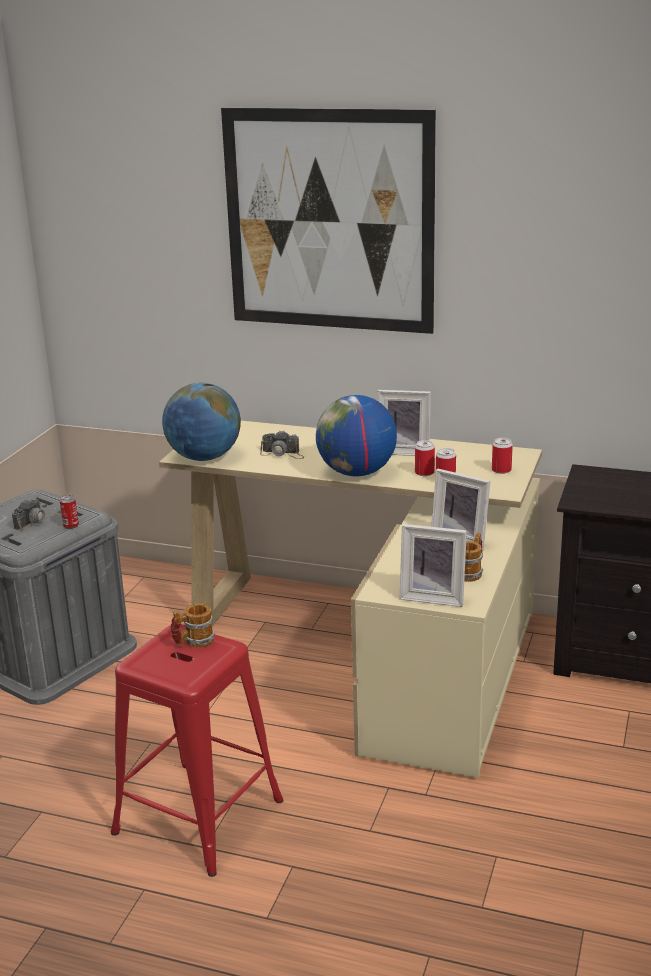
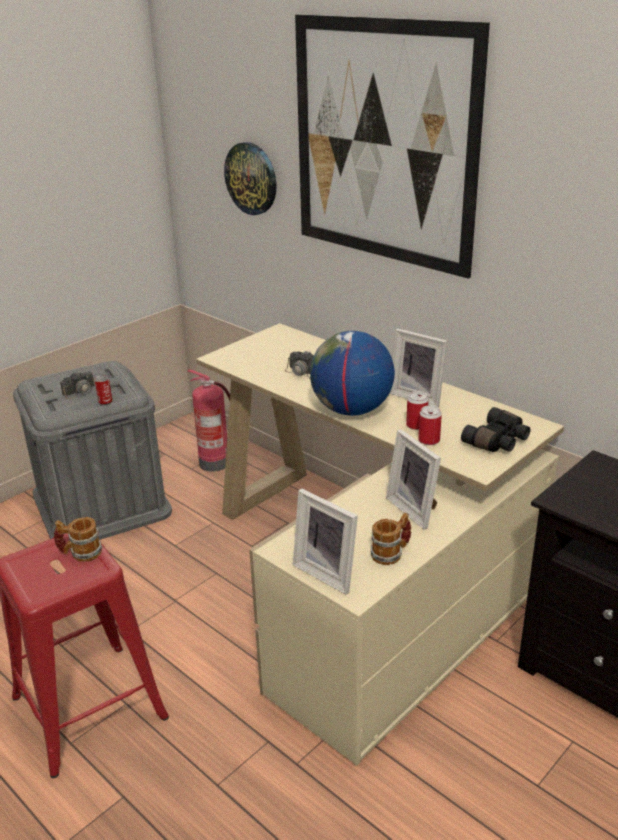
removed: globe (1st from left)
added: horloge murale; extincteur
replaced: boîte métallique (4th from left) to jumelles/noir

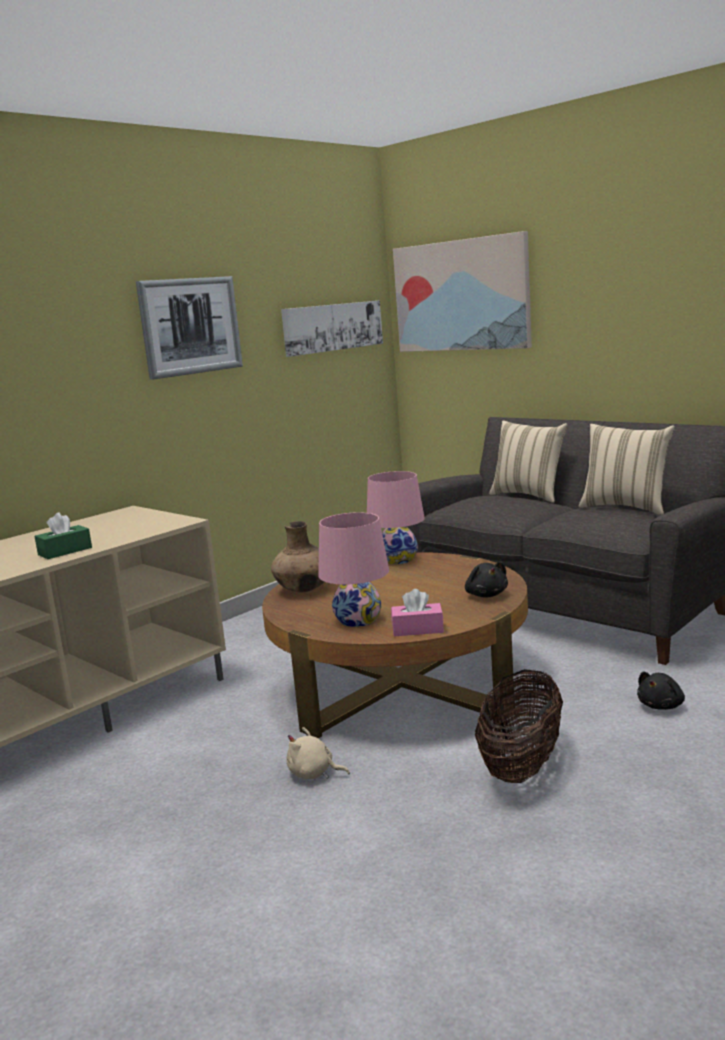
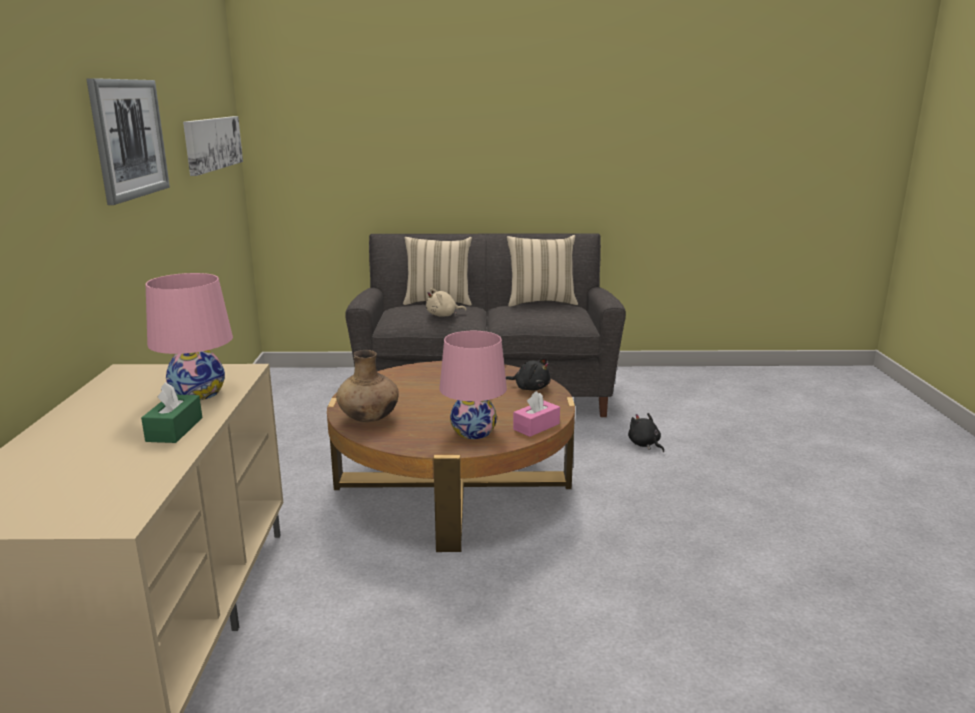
removed: tableau (3rd from left); panier
moved: lampe de table/rose (2nd from left in the first image) to lampe de table/rose (1st from left); peluche/beige
turned: peluche/noir (2nd from left) 150 degrees clockwise

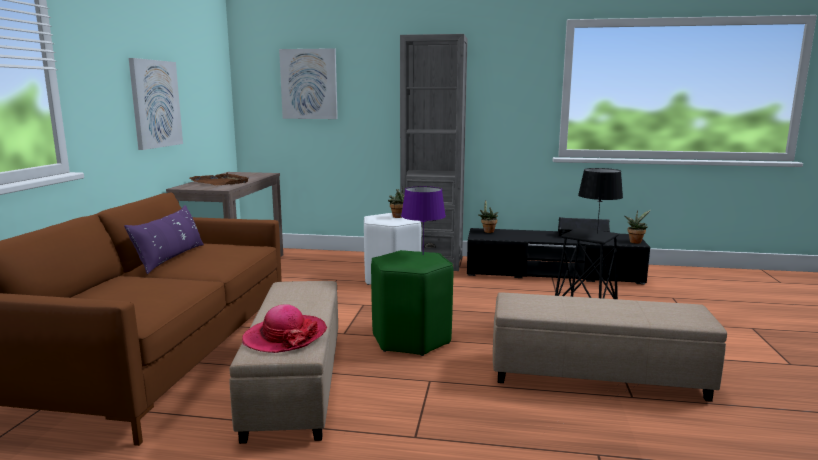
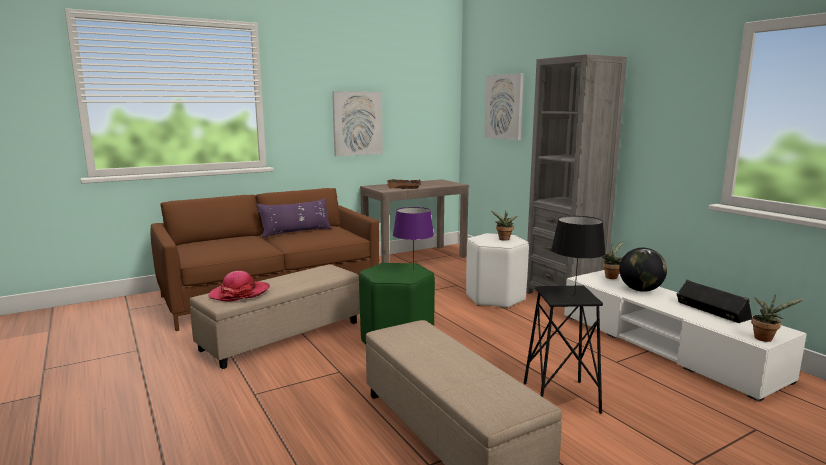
added: globe
recoloured: meuble télé/noir to meuble télé/blanc

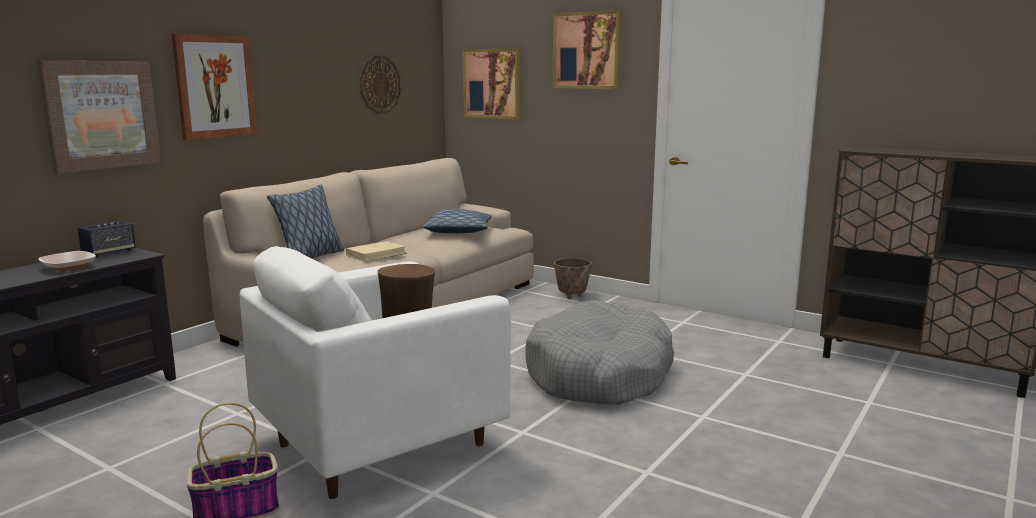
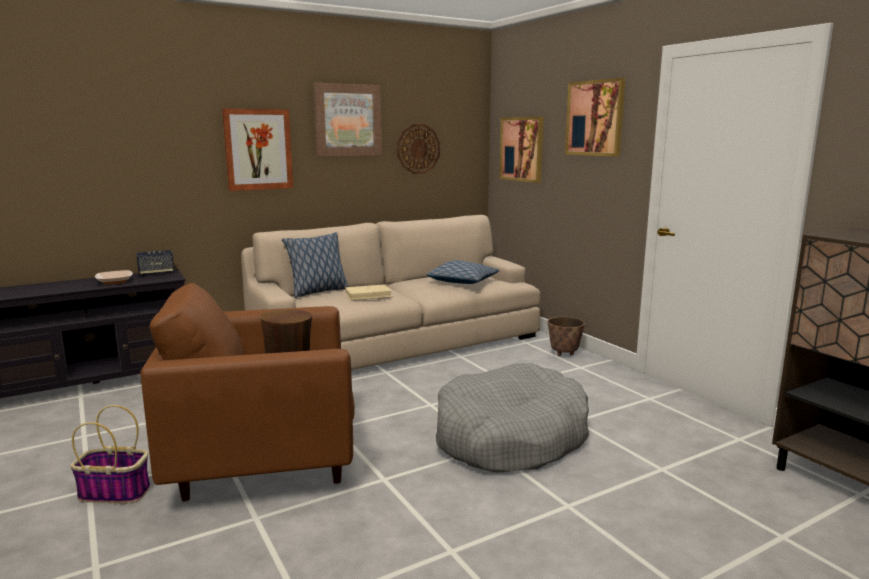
moved: tableau (1st from left in the first image) to tableau (2nd from left)
recoloured: fauteuil/blanc to fauteuil/marron

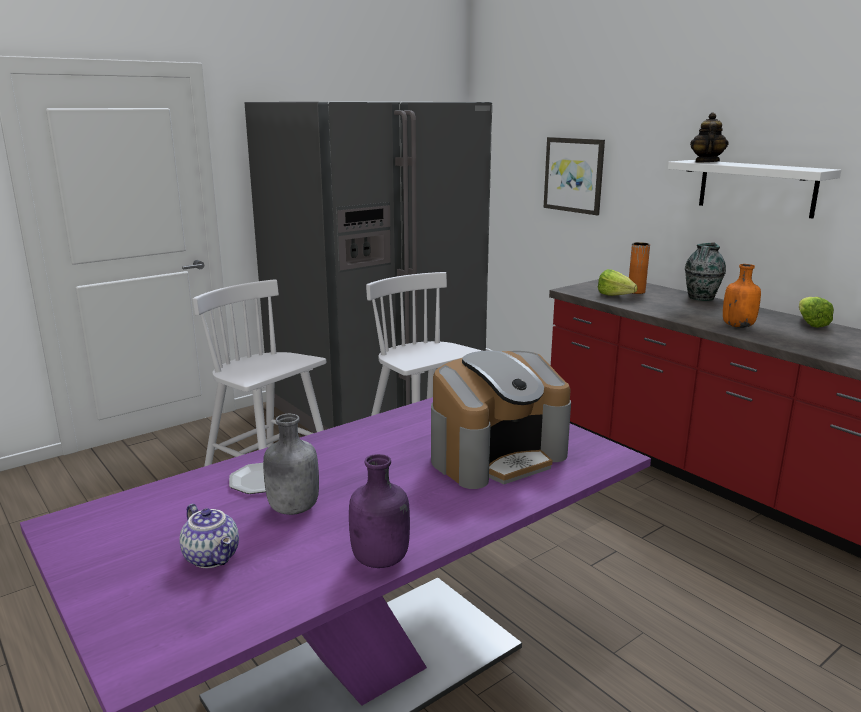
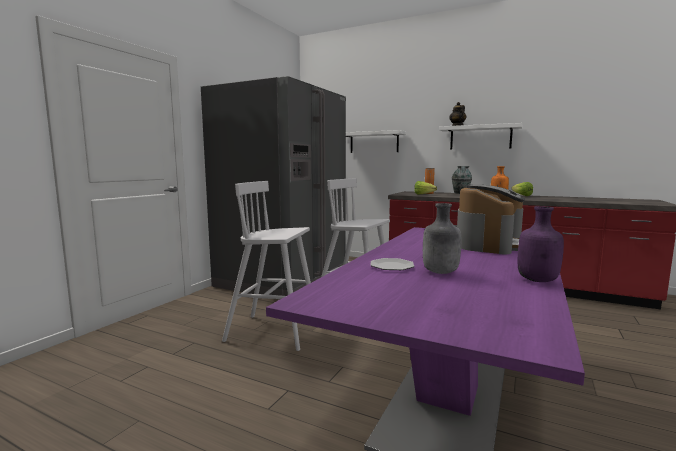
removed: théière (1st from left)
replaced: tableau to étagère/blanc (1st from left)

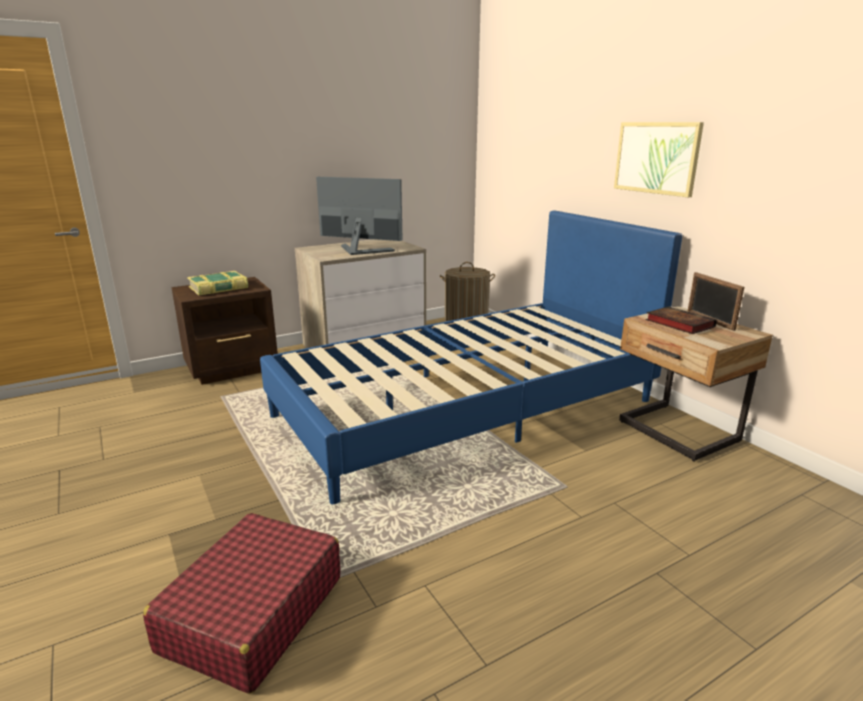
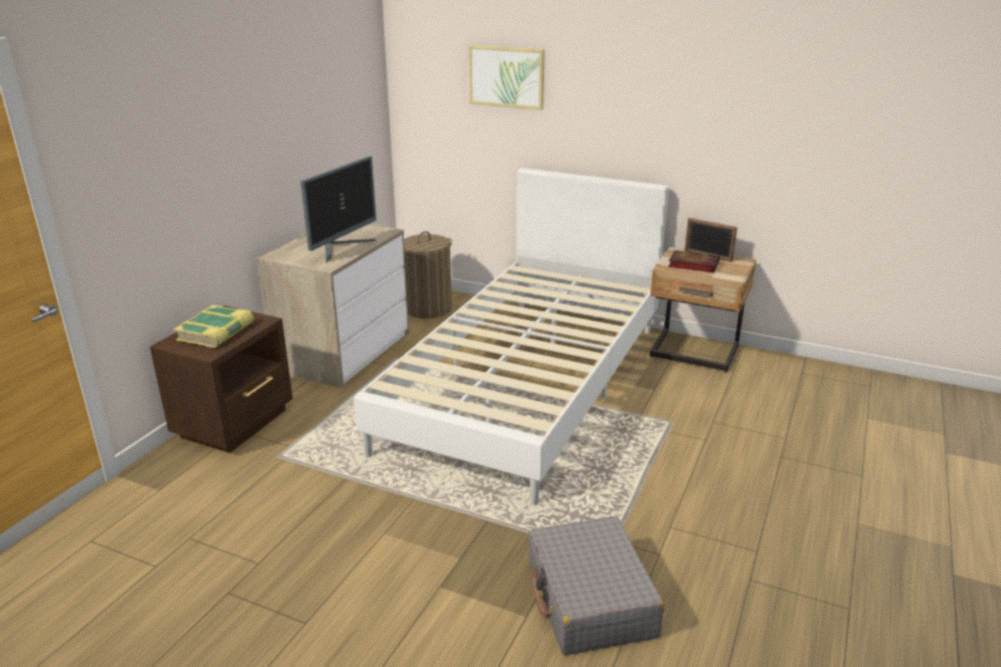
moved: tableau
recoloured: lit/bleu to lit/blanc; valise/rouge to valise/gris
turned: écran d'ordinateur 135 degrees clockwise

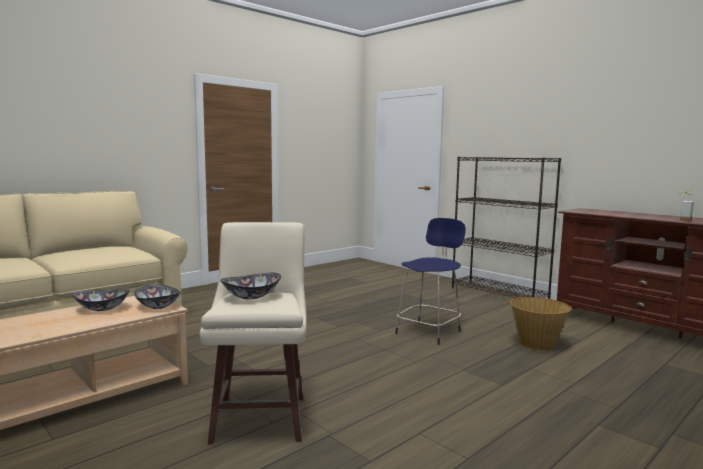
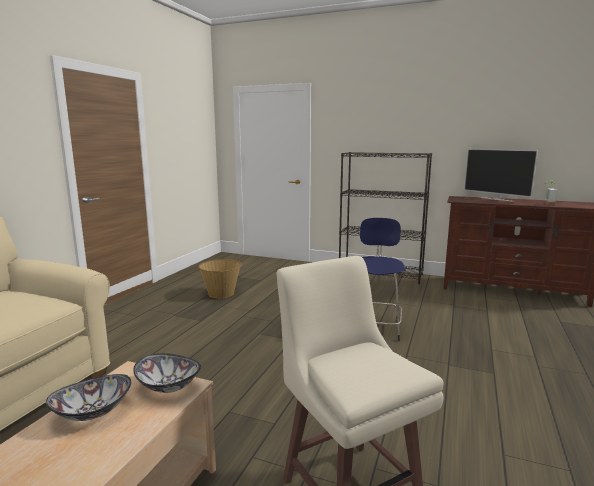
removed: bol (3rd from left)
added: téléviseur
moved: panier

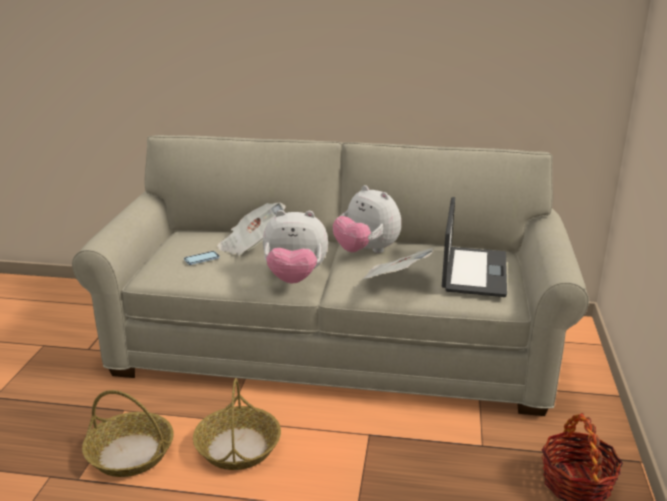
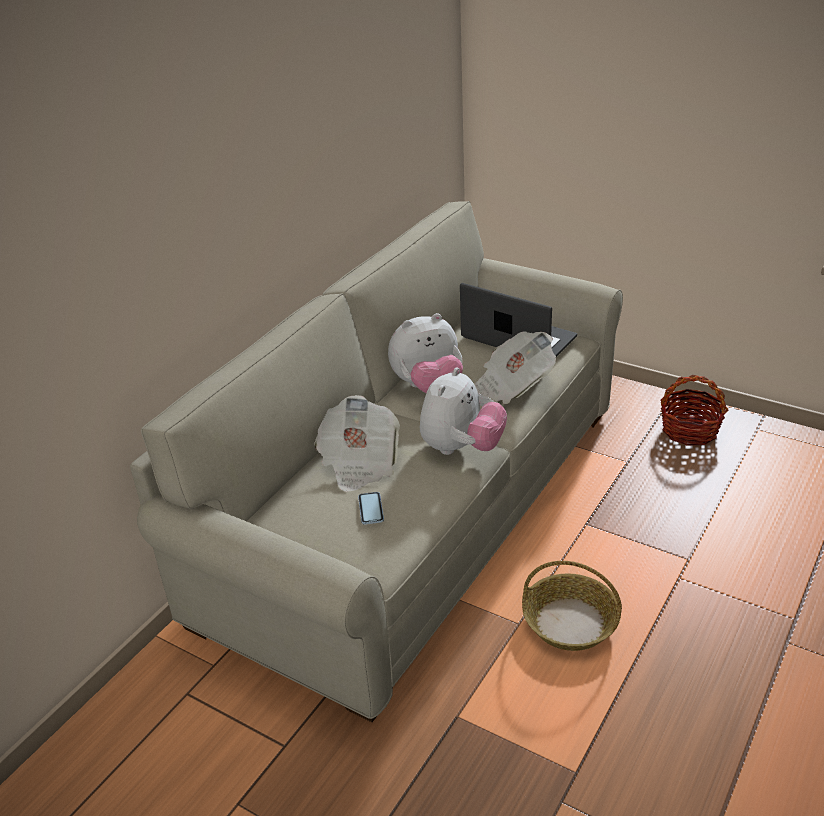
removed: panier (1st from left)

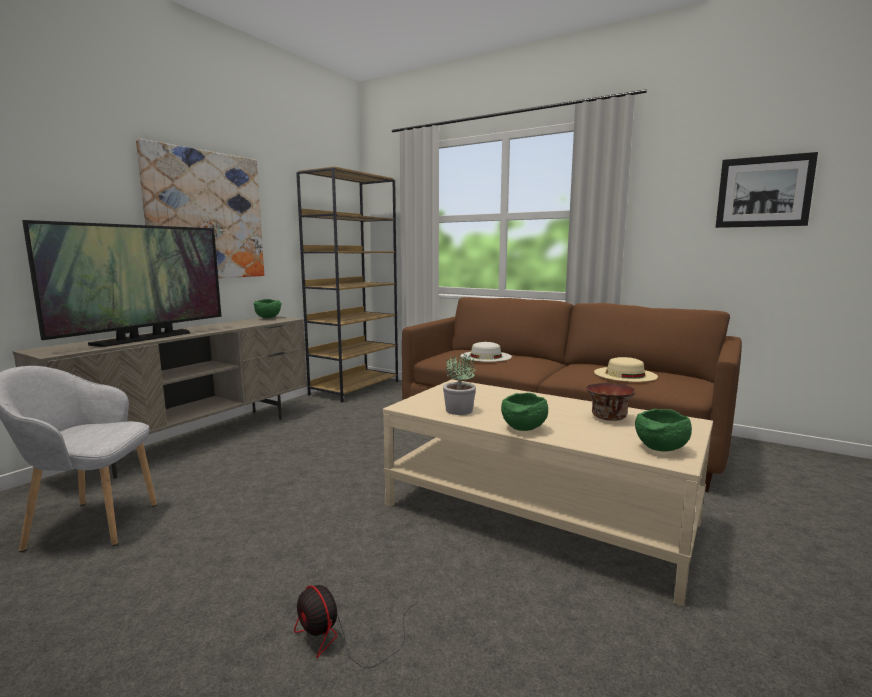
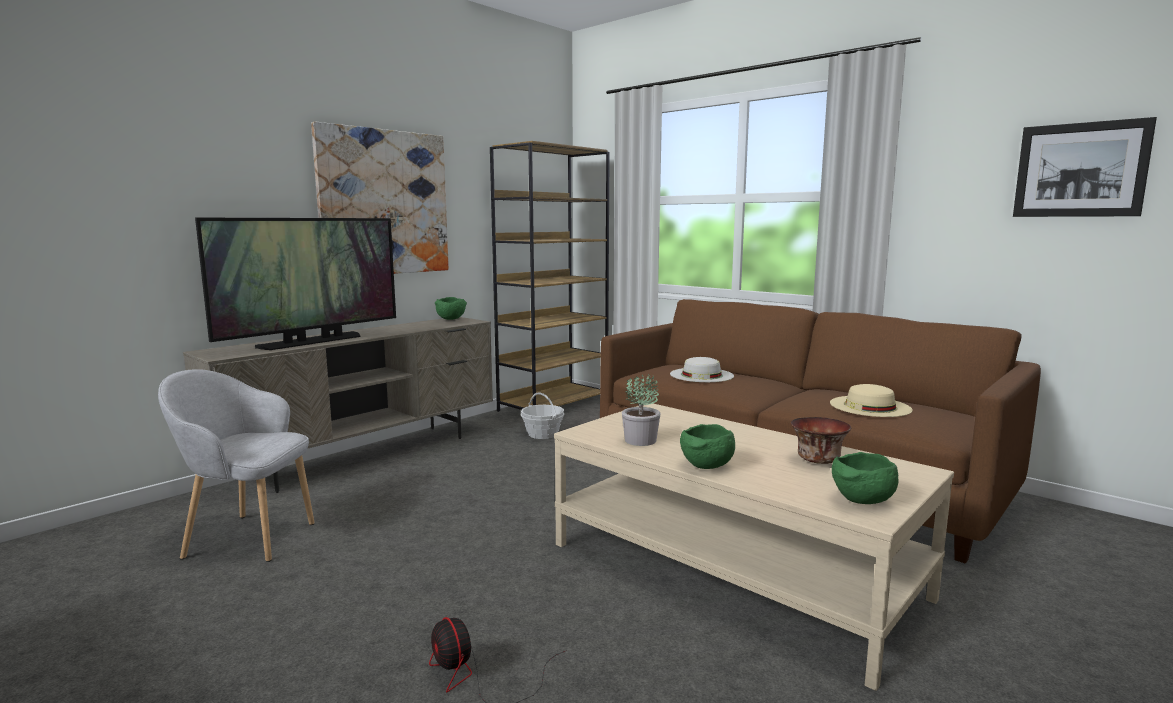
added: panier

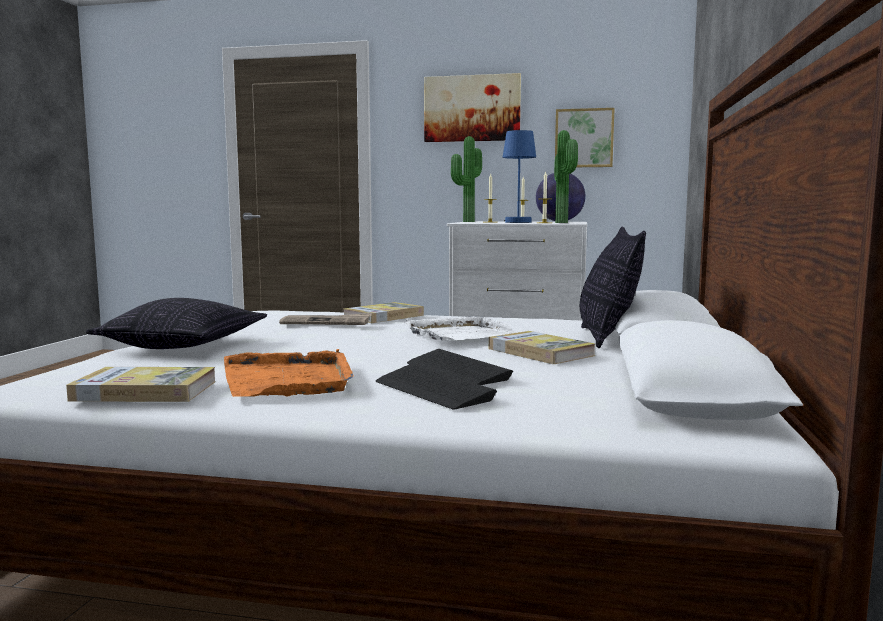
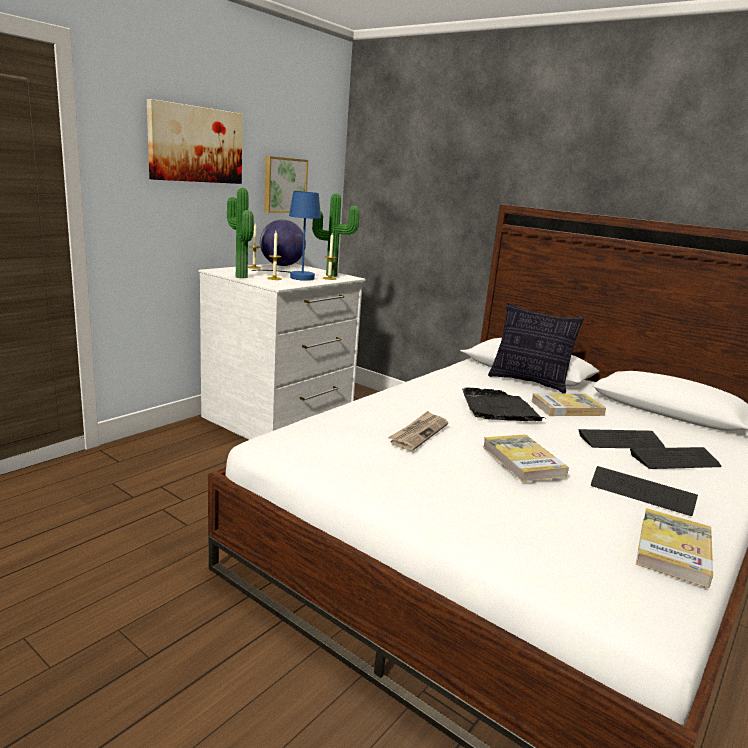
removed: coussin (1st from left)
moved: livre (2nd from left in the first image) to livre (1st from left)
replaced: plateau/orange to clavier (2nd from left)
recoloured: plateau/blanc to plateau/noir

